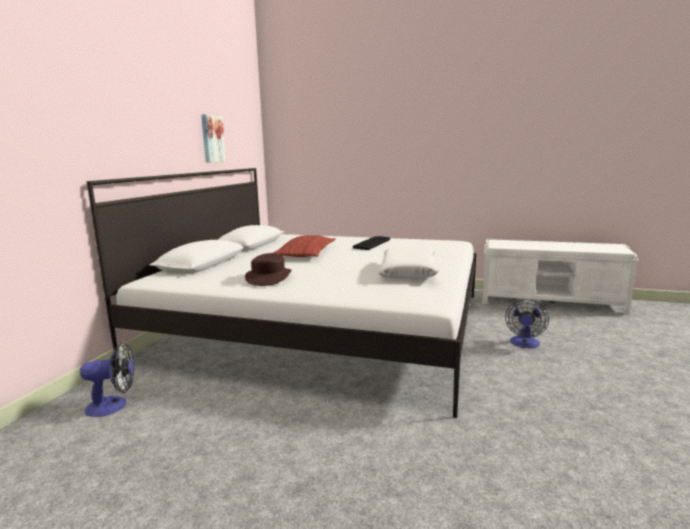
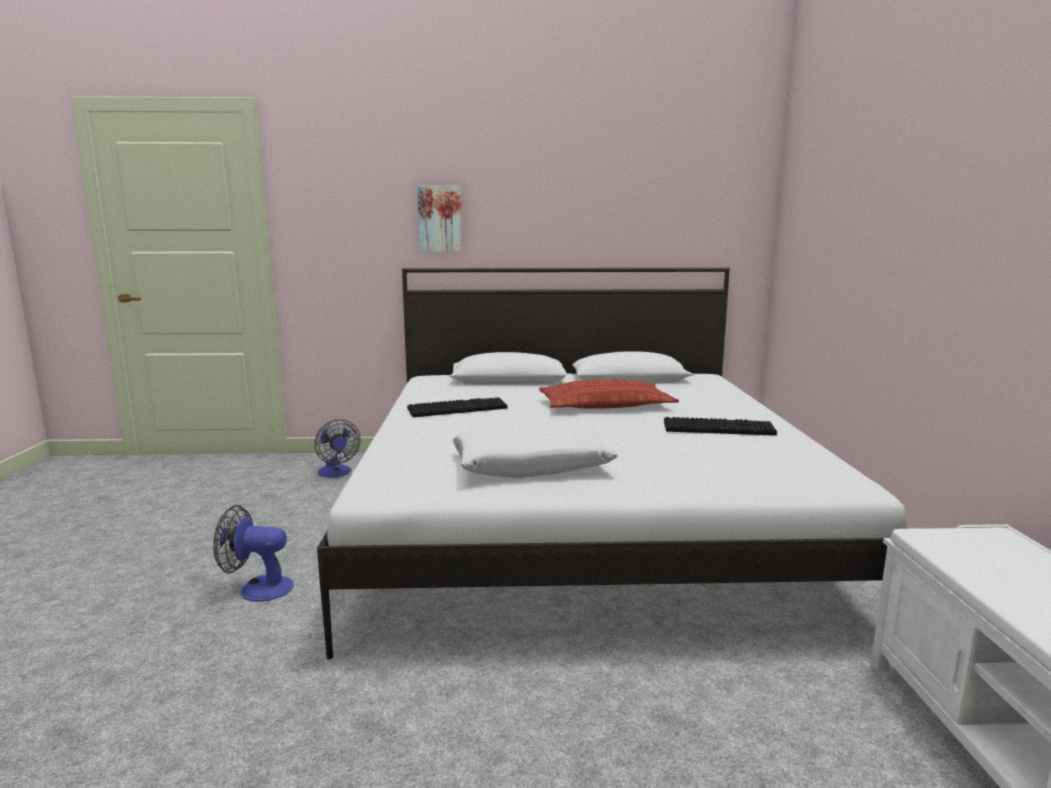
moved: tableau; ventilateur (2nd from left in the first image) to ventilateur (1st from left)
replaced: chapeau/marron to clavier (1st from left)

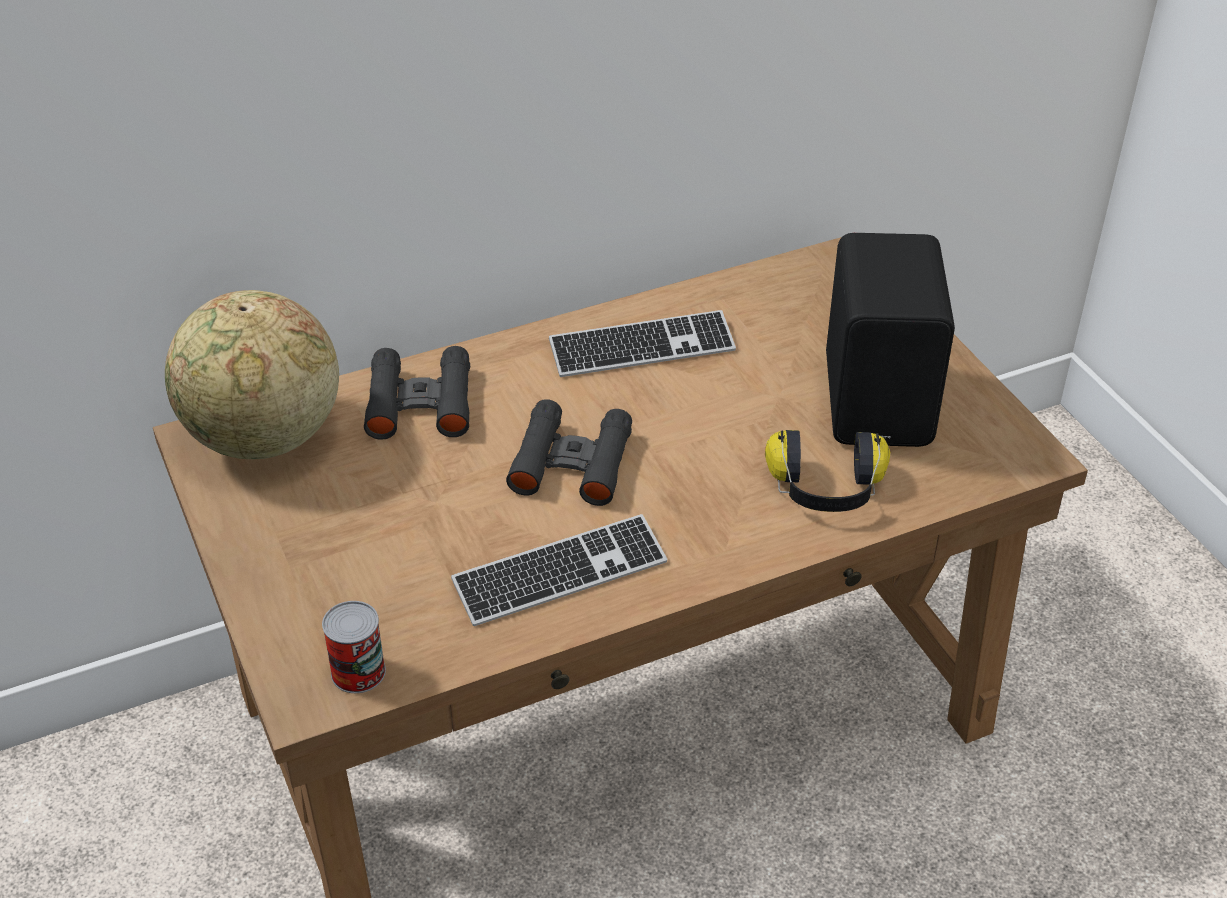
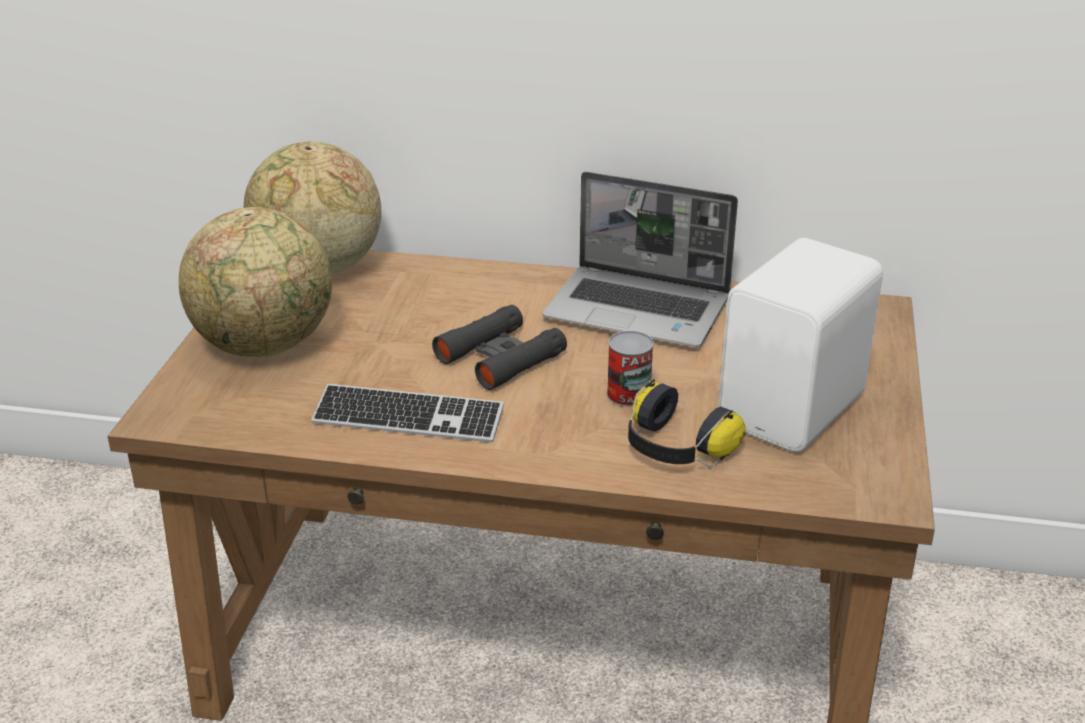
removed: jumelles/noir (1st from left)
added: globe (1st from left)
moved: boîte métallique
replaced: clavier (2nd from left) to ordinateur portable
recoloured: enceinte/noir to enceinte/blanc

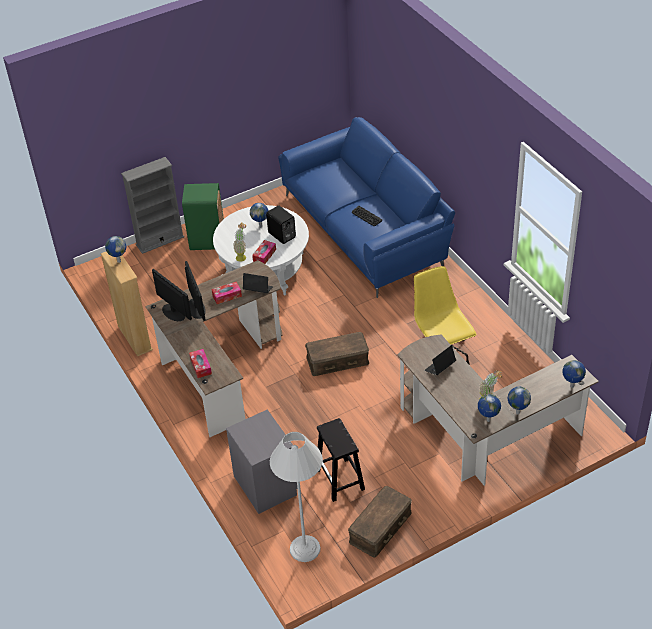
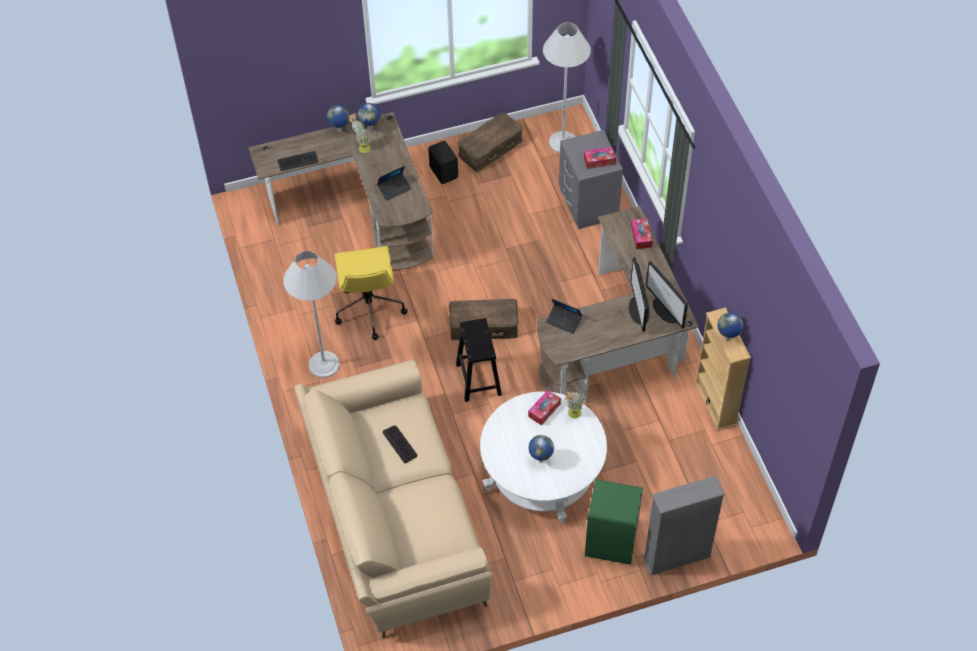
removed: globe (5th from left)
added: clavier (1st from left); lampadaire/blanc (1st from left)
moved: enceinte/noir; boîte à mouchoirs (2nd from left); tabouret/noir
recoloured: canapé/bleu to canapé/beige

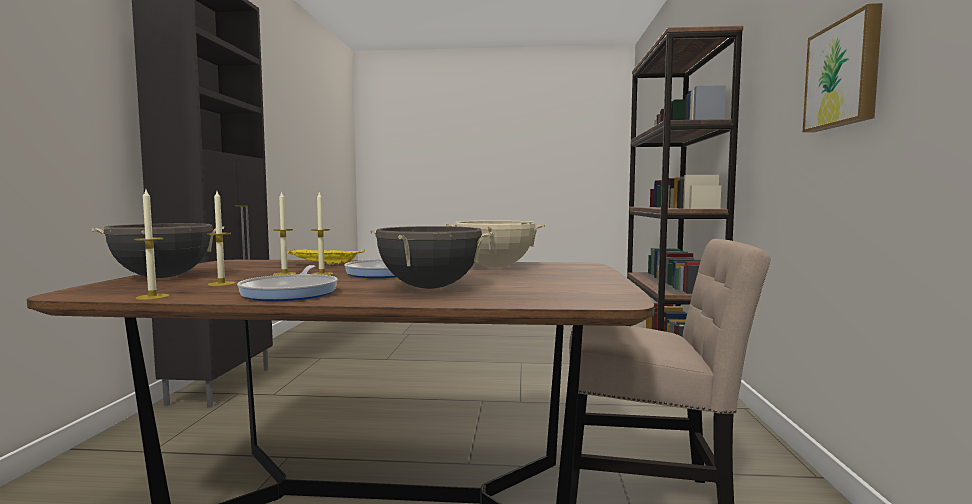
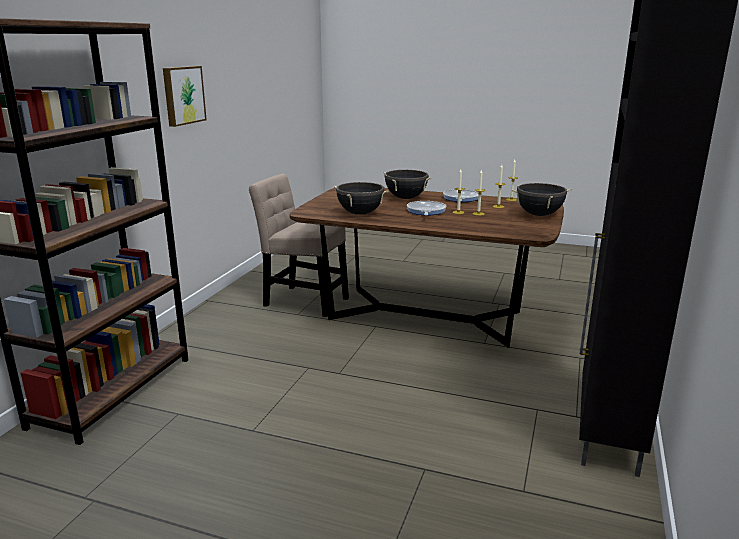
removed: plateau/jaune
recoloured: marmite/beige to marmite/noir (1st from left)

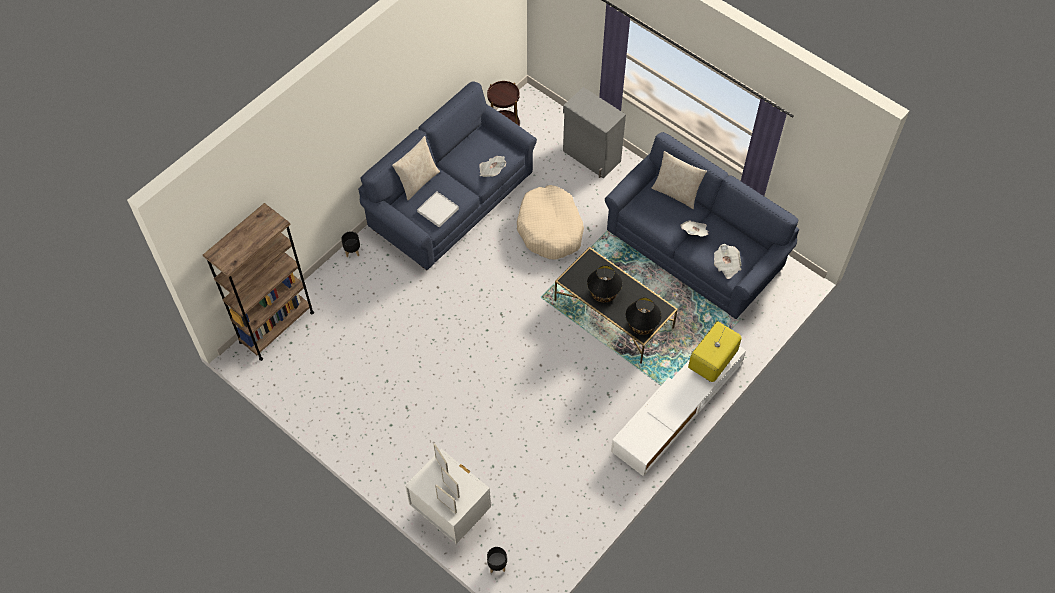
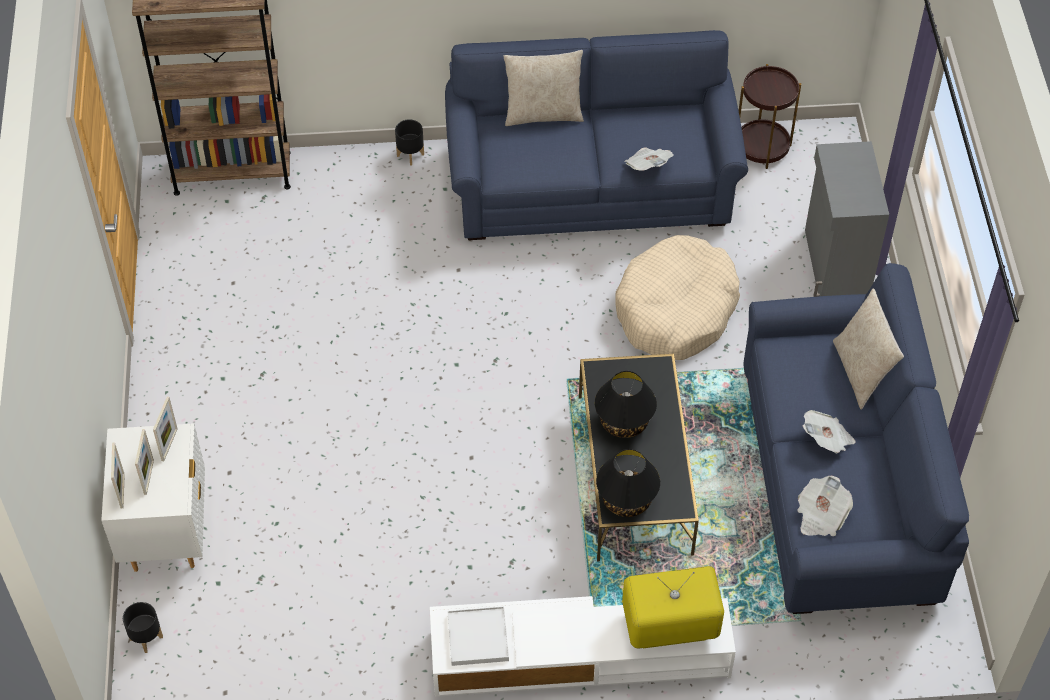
moved: plateau/blanc

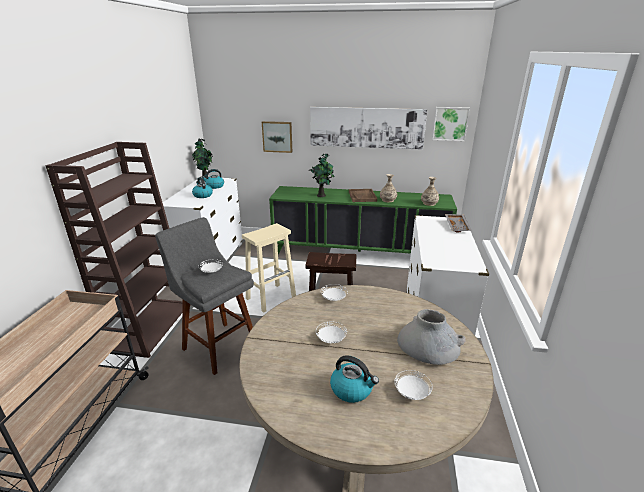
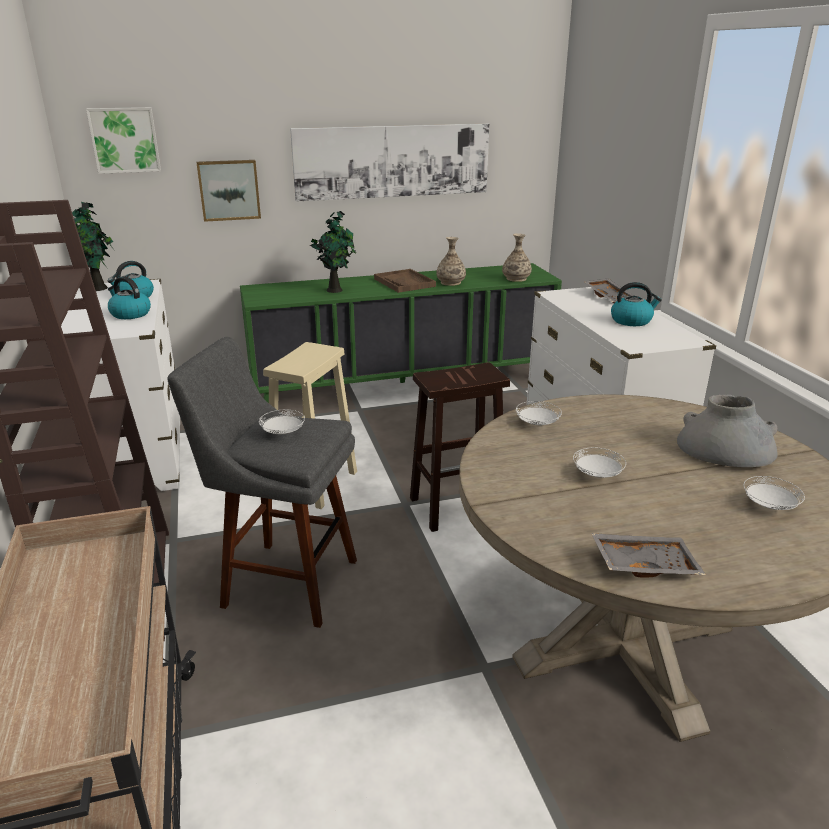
added: plateau/gris (2nd from left)
moved: tableau (3rd from left in the first image) to tableau (1st from left); bouilloire (3rd from left)

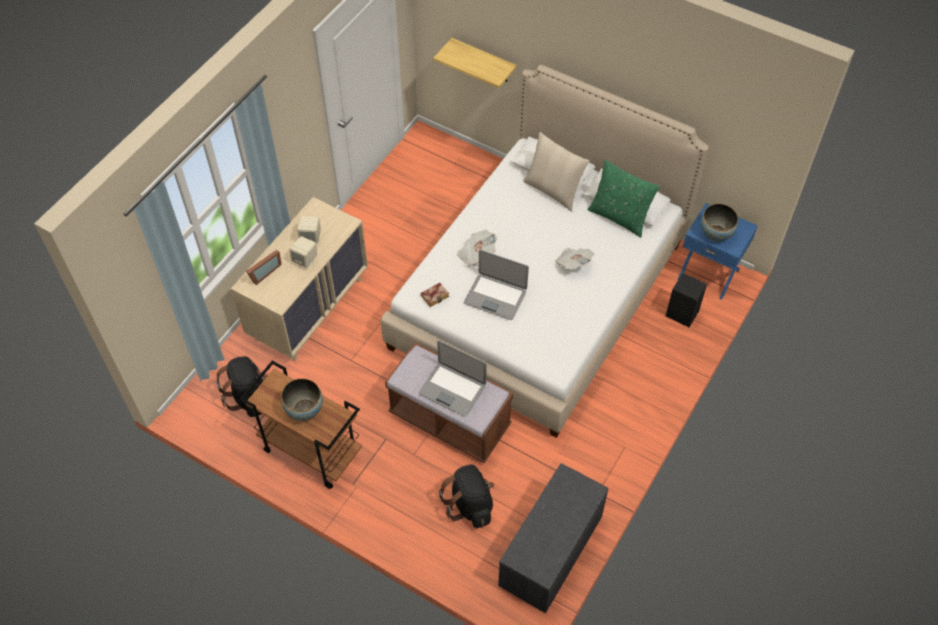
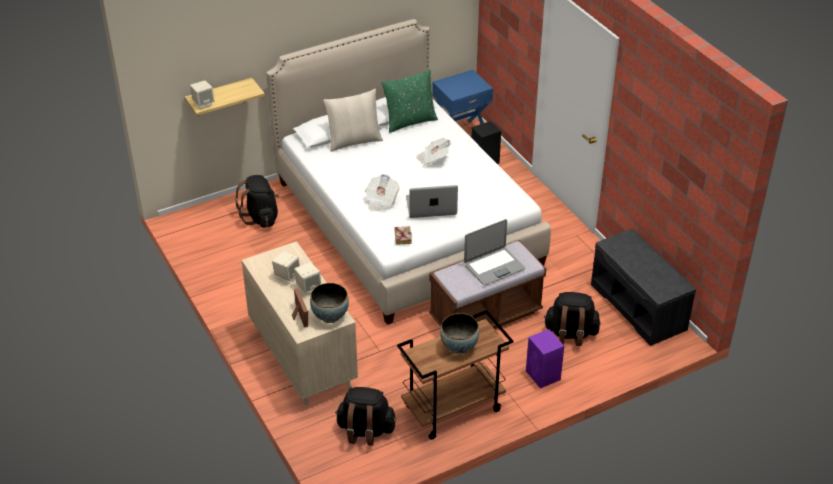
added: enceinte/beige (1st from left); sac à dos/noir (1st from left); enceinte/violet
moved: bol (2nd from left in the first image) to bol (1st from left)
turned: ordinateur portable (2nd from left in the first image) 150 degrees counterclockwise

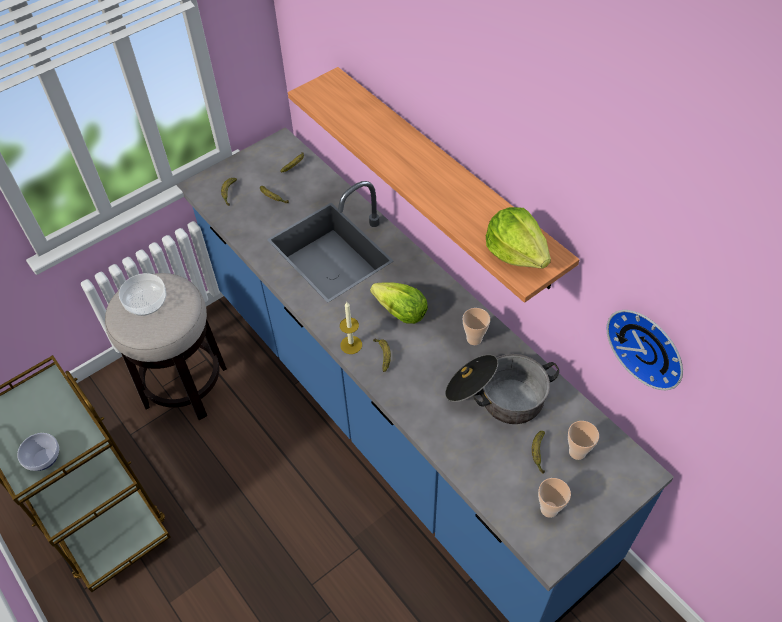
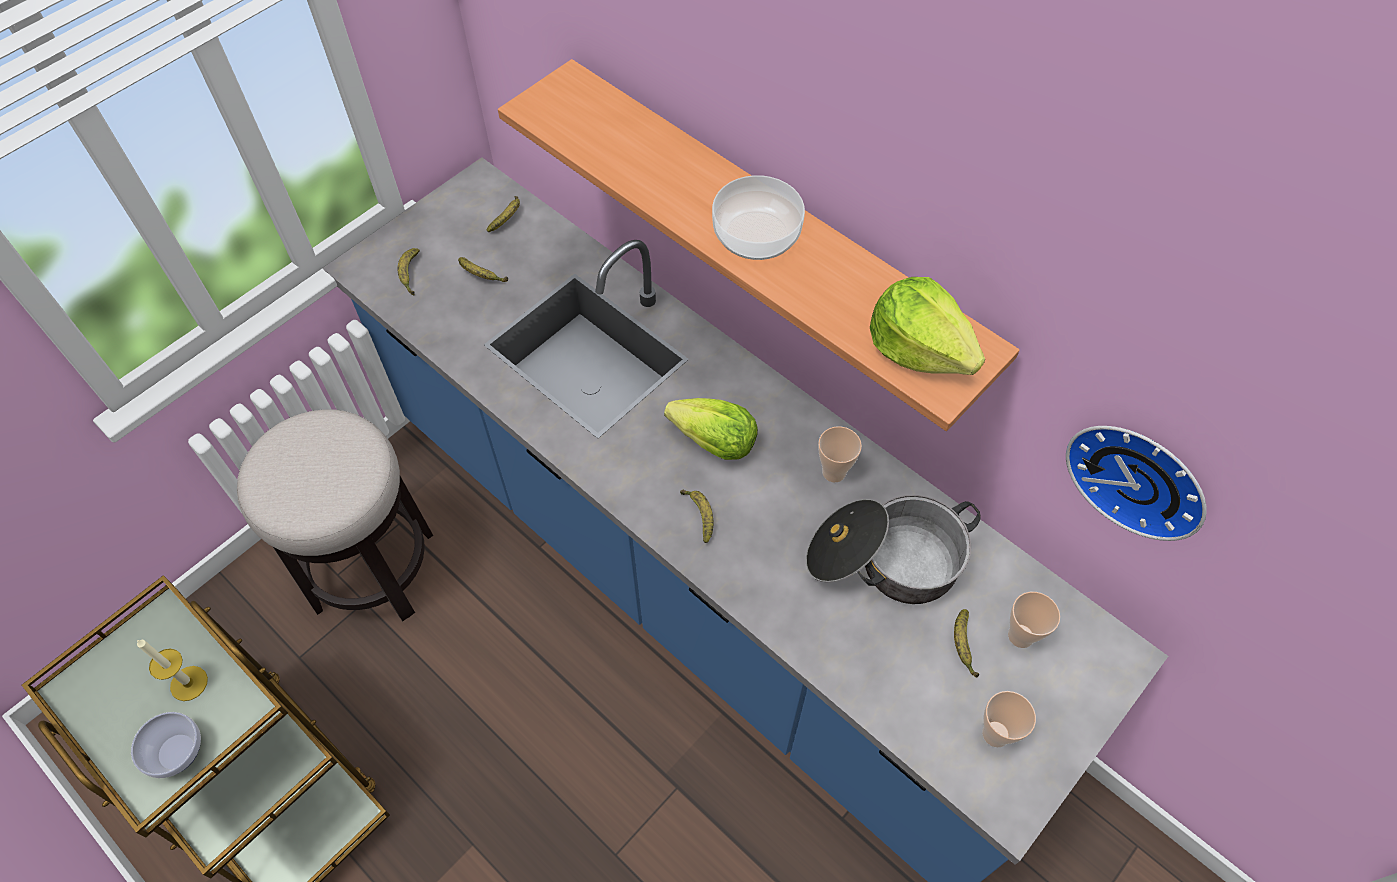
moved: bol (2nd from left); bougie

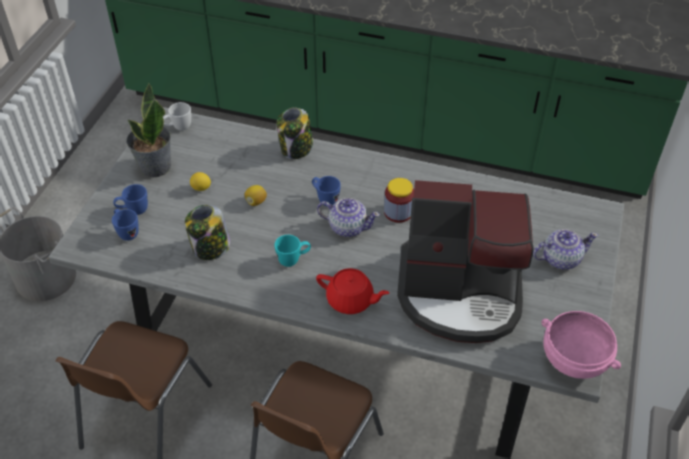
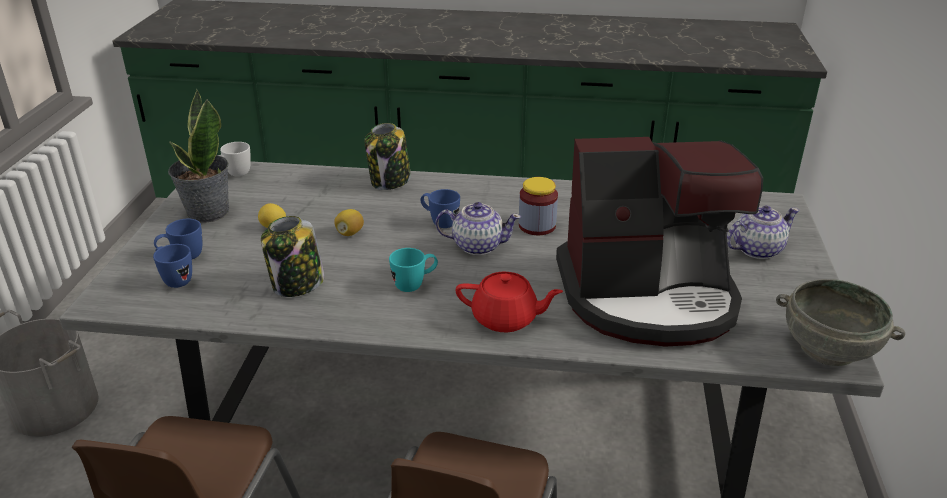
recoloured: bol/rose to bol/gris

